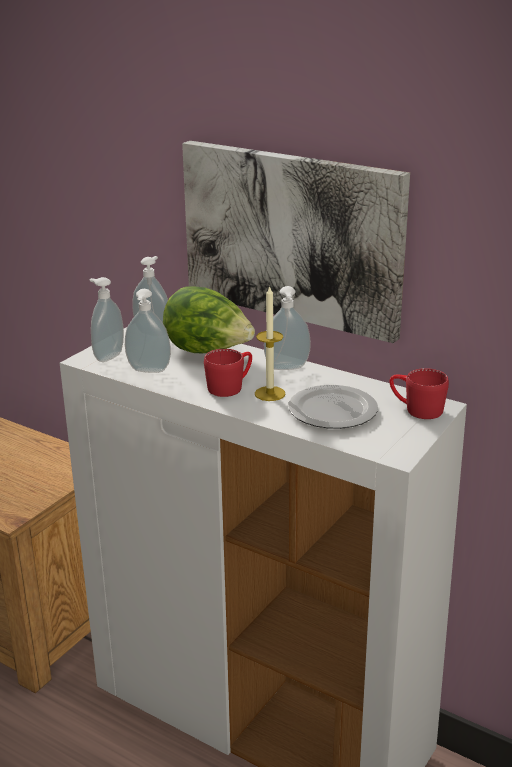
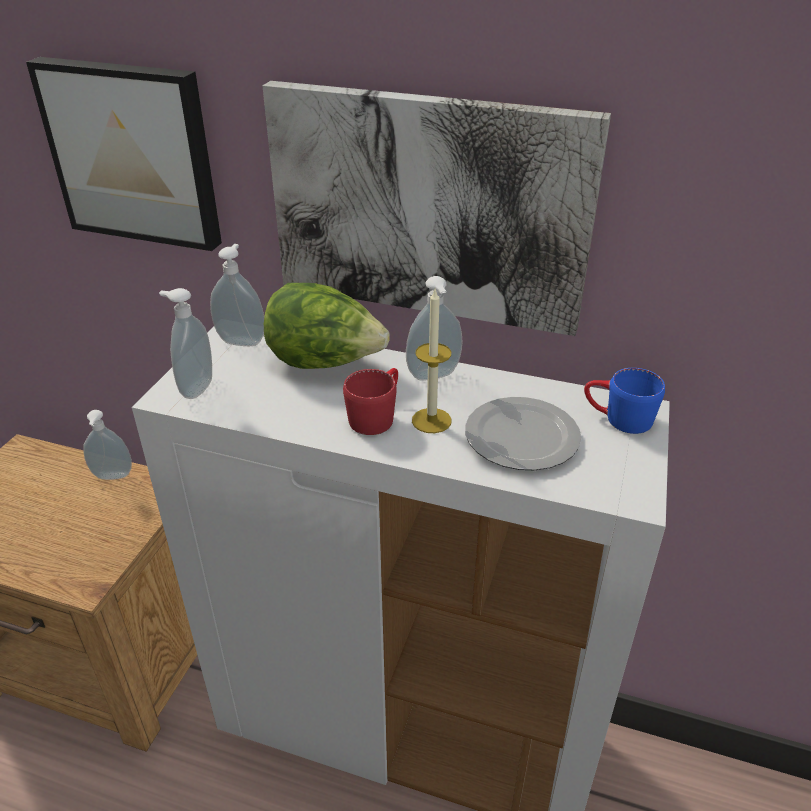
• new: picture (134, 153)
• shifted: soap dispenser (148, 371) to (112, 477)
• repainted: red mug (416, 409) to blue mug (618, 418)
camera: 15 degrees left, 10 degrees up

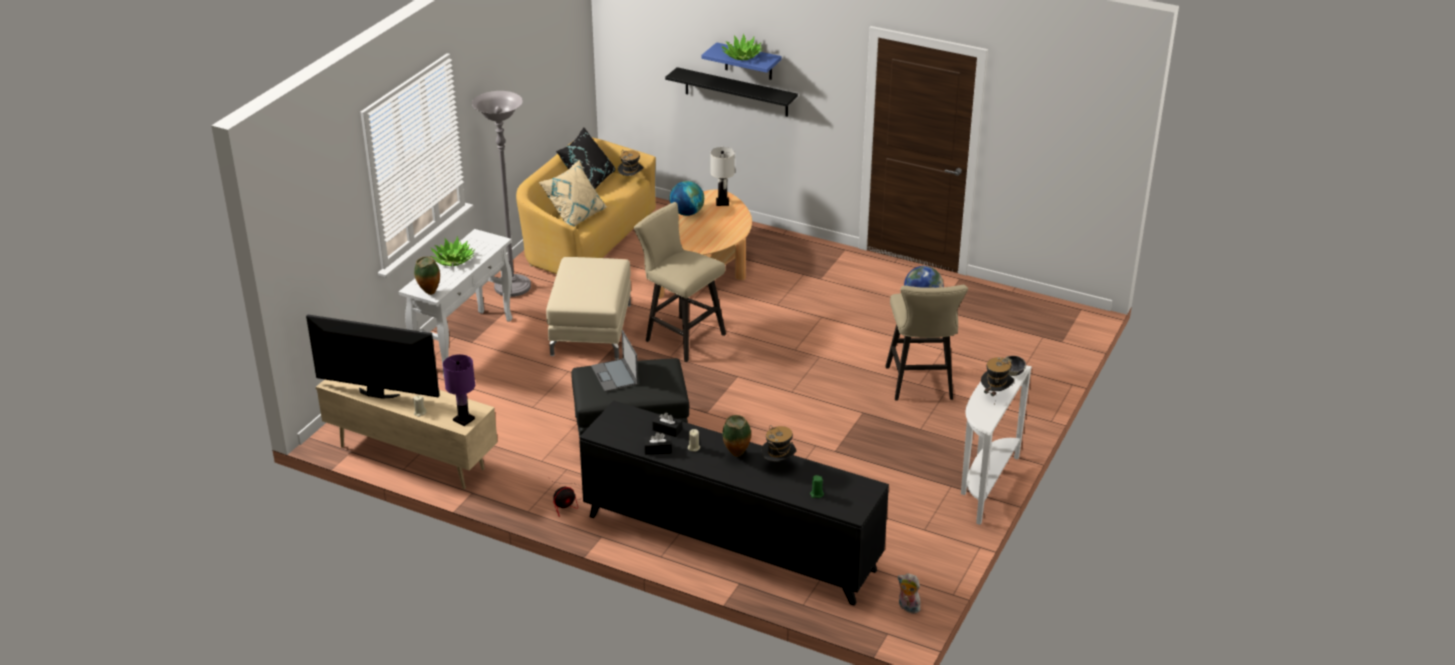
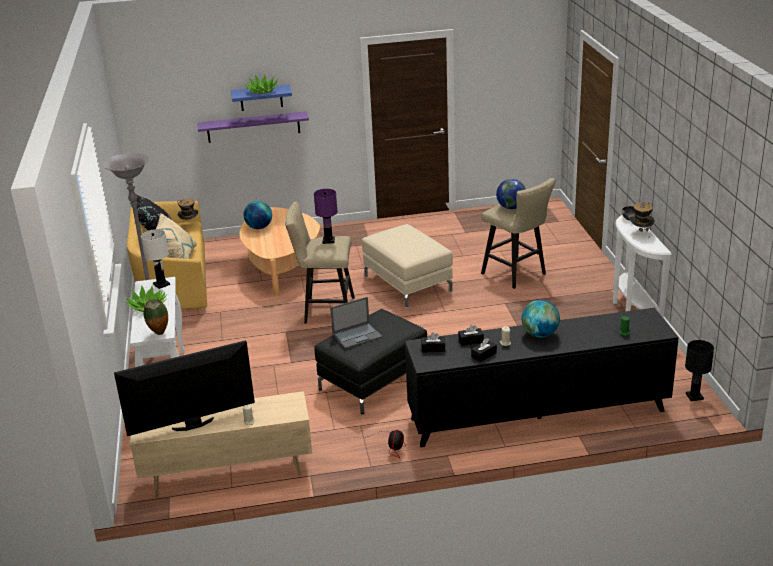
• gone: hat (778, 465)
• new: black tissue box (433, 348)
• shifted: purple table lamp (463, 419) to (328, 240)
• shifted: beige ottoman (592, 330) to (408, 284)
• shifted: white table lamp (722, 202) to (161, 284)
• swapped: vase (737, 455) to globe (540, 334)
• swapped: plush toy (907, 608) to black table lamp (694, 396)
• repainted: black shelf (736, 92) to purple shelf (253, 127)
• rotated: laptop (615, 376) = (357, 335) 60 degrees counterclockwise
camera: 35 degrees left, 5 degrees down

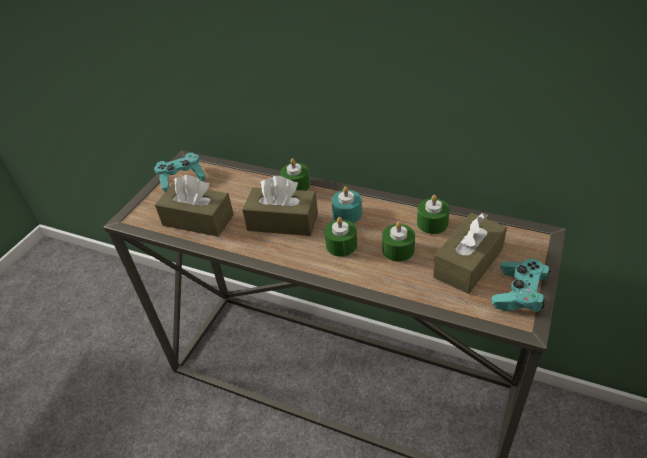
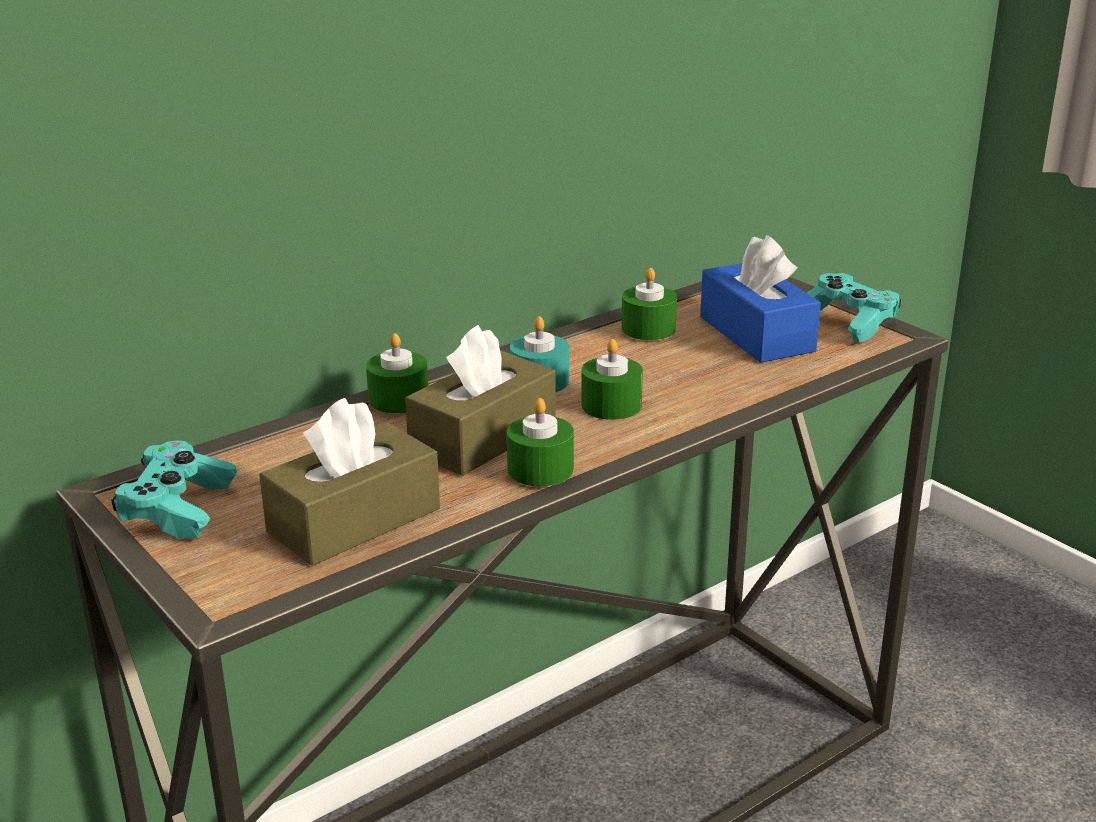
• shifted: green candle (398, 250) to (540, 469)
• repainted: brown tissue box (468, 263) to blue tissue box (756, 334)
camera: 65 degrees left, 15 degrees down

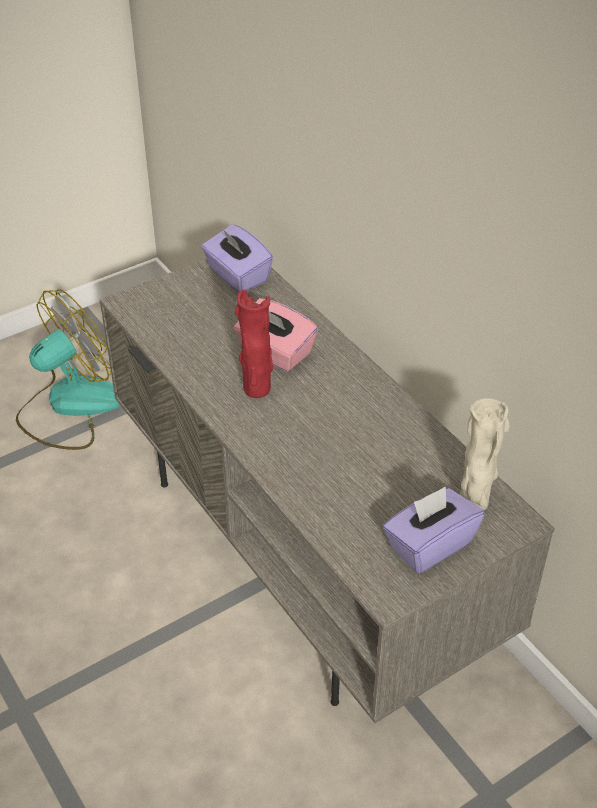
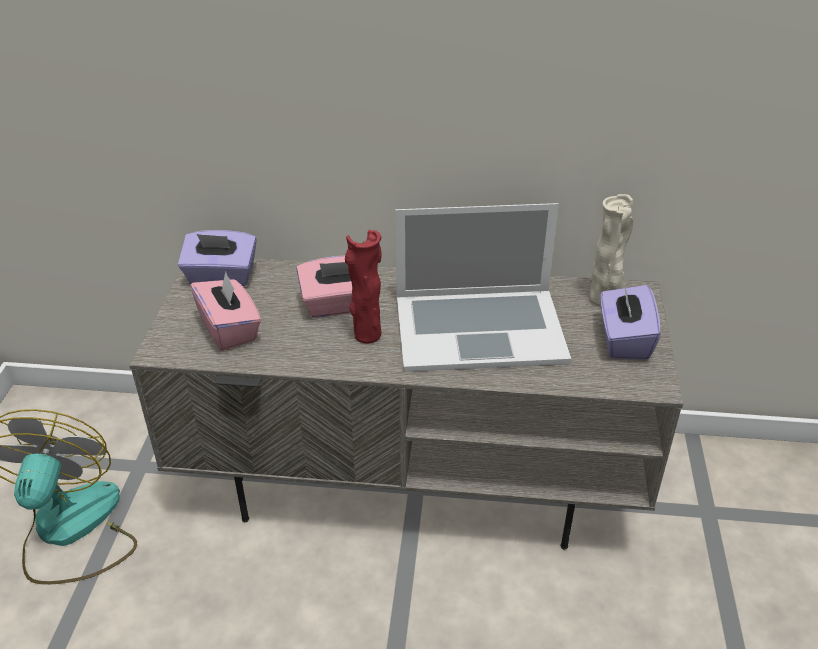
• new: pink tissue box (230, 329)
• new: laptop (479, 328)
camera: 50 degrees left, 5 degrees down

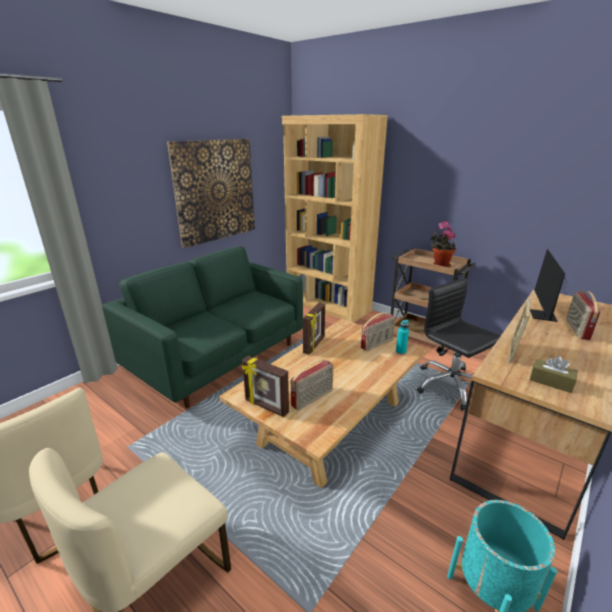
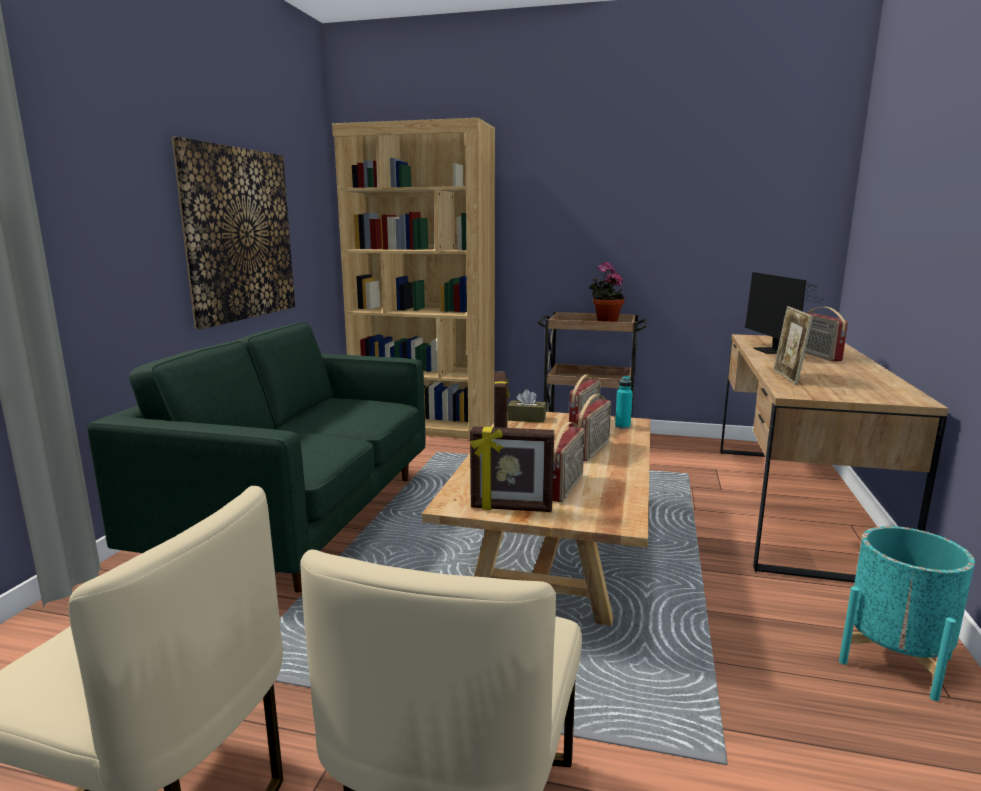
• gone: black office chair (450, 386)
• new: radio (593, 451)
• shifted: brown tissue box (551, 381) to (526, 418)
camera: 25 degrees left, 10 degrees down

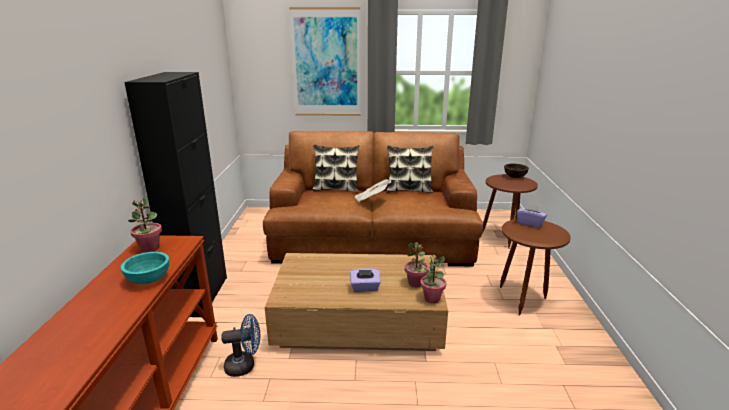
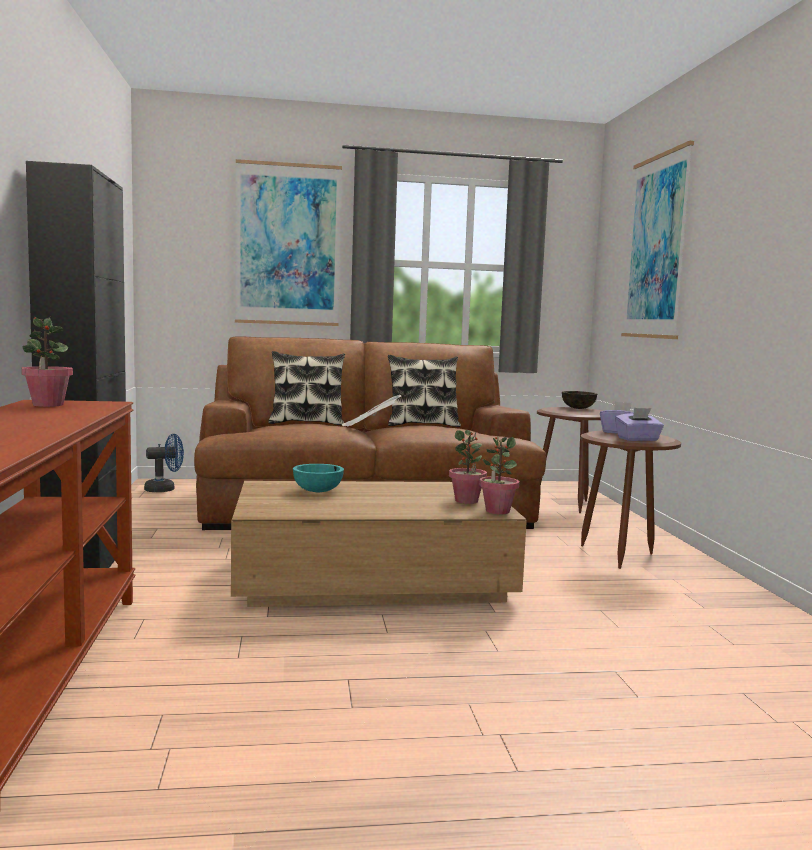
• new: picture (656, 247)
• shifted: turquoise bowl (148, 279) to (317, 491)
• shifted: blue fan (245, 365) to (165, 489)
• shifted: purple tissue box (365, 288) to (638, 439)
camera: 10 degrees left, 15 degrees down

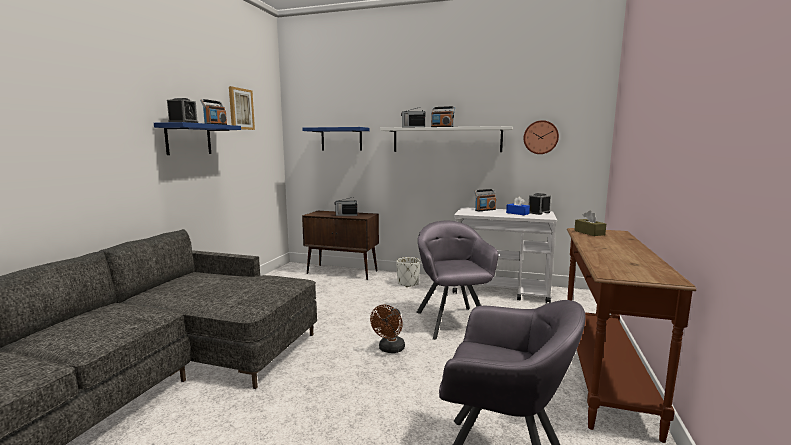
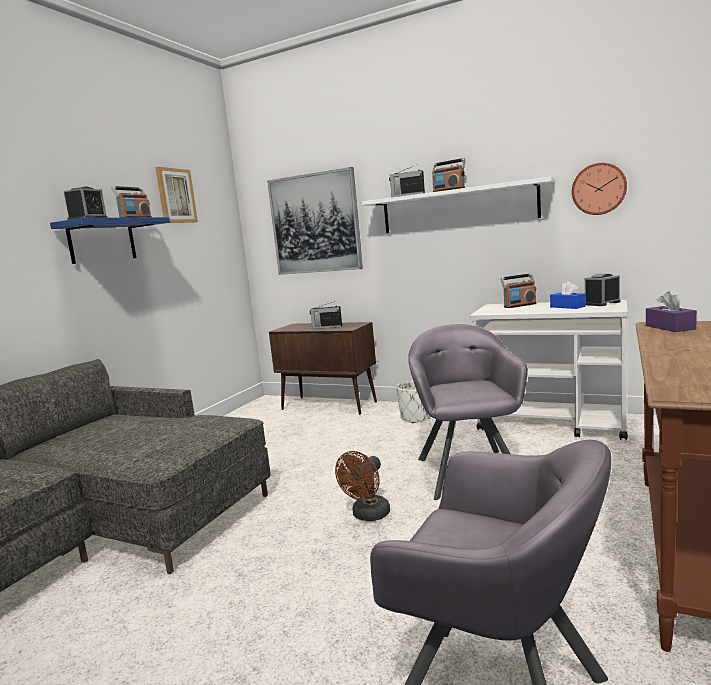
• swapped: blue shelf (341, 139) to picture (315, 223)
• repainted: brown tissue box (589, 233) to purple tissue box (670, 327)
camera: 10 degrees right, 0 degrees up

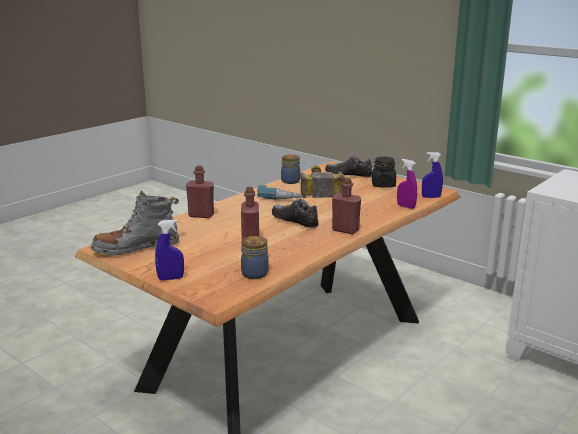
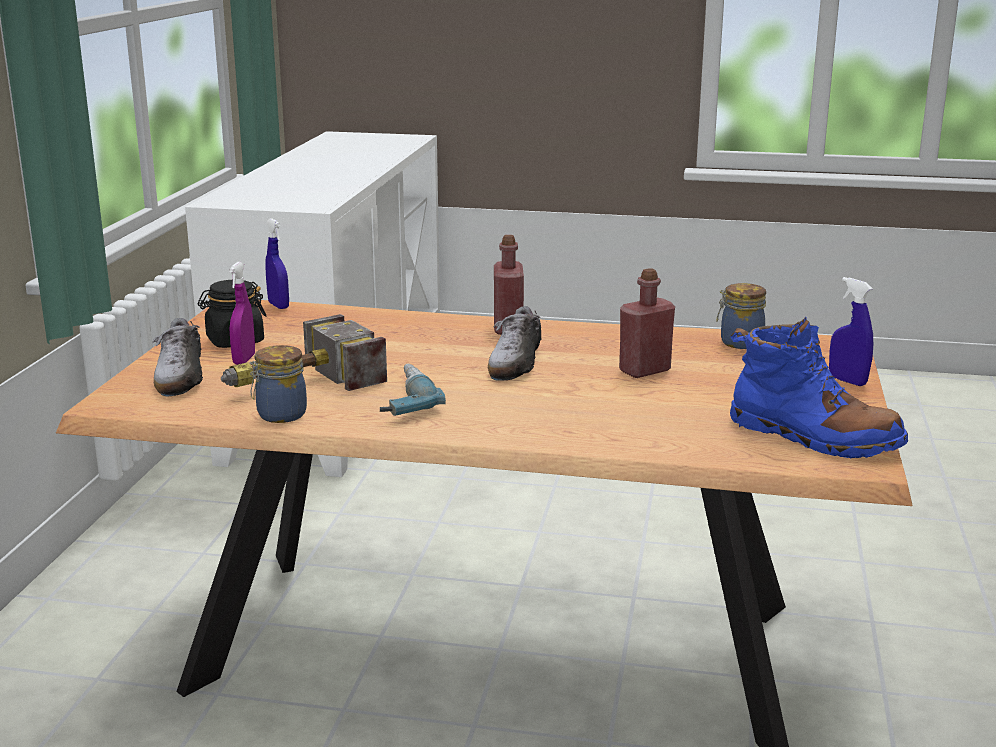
• gone: red bottle (201, 215)
• shifted: purple spray bottle (406, 206) to (244, 360)
• repainted: grey boot (136, 248) to blue boot (813, 437)
camera: 120 degrees left, 0 degrees up

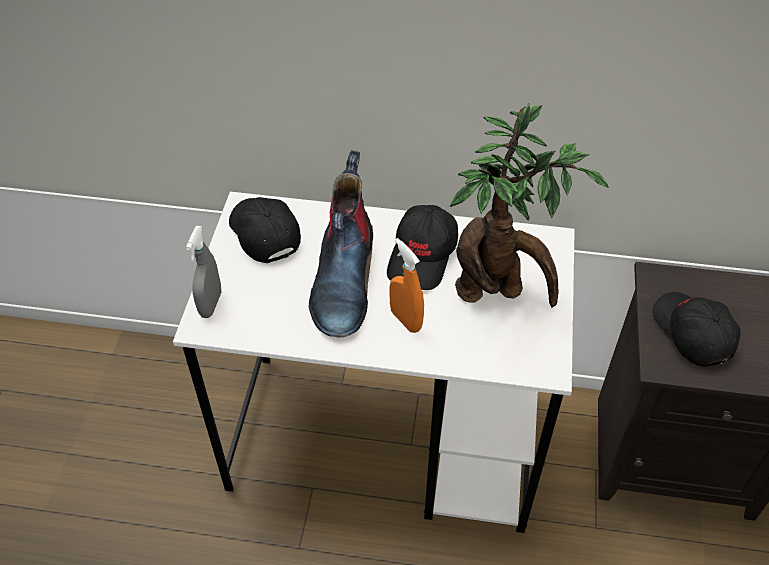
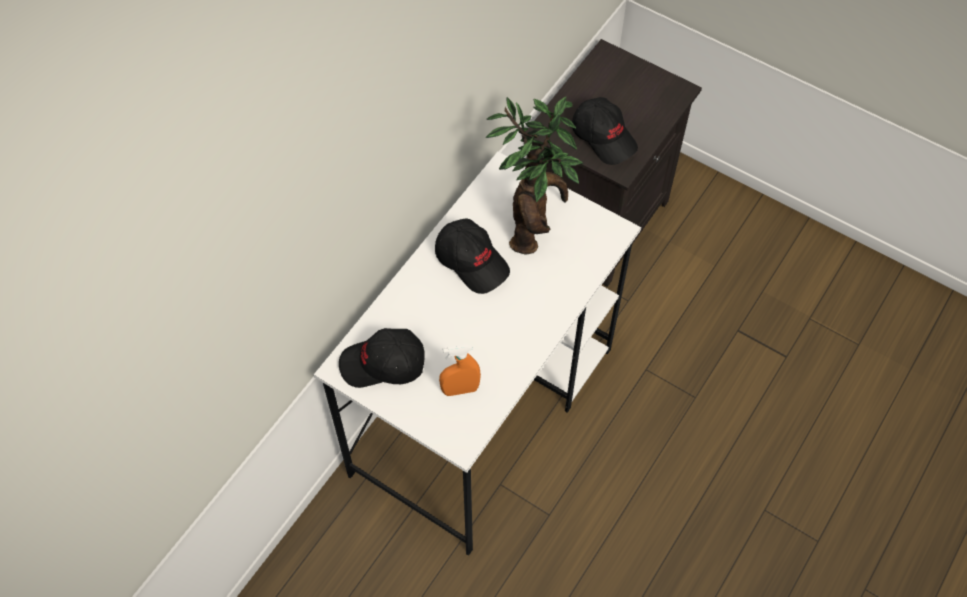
• gone: grey spray bottle (210, 304)
• gone: boot (343, 279)
• shifted: orange spray bottle (405, 320) to (460, 389)
• rotated: black cap (691, 333) = (604, 137) 135 degrees counterclockwise
camera: 65 degrees left, 10 degrees up

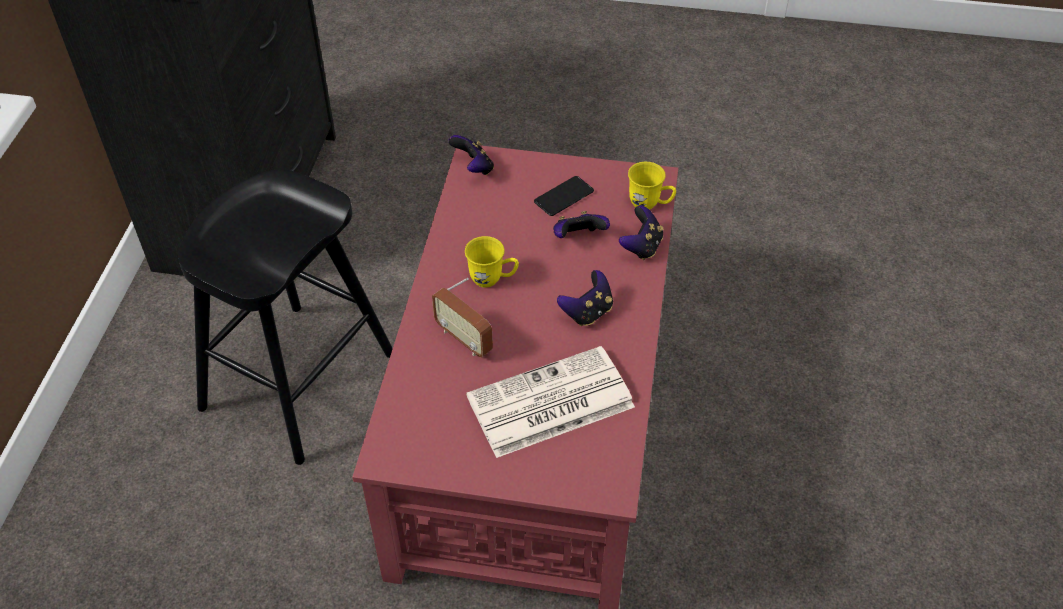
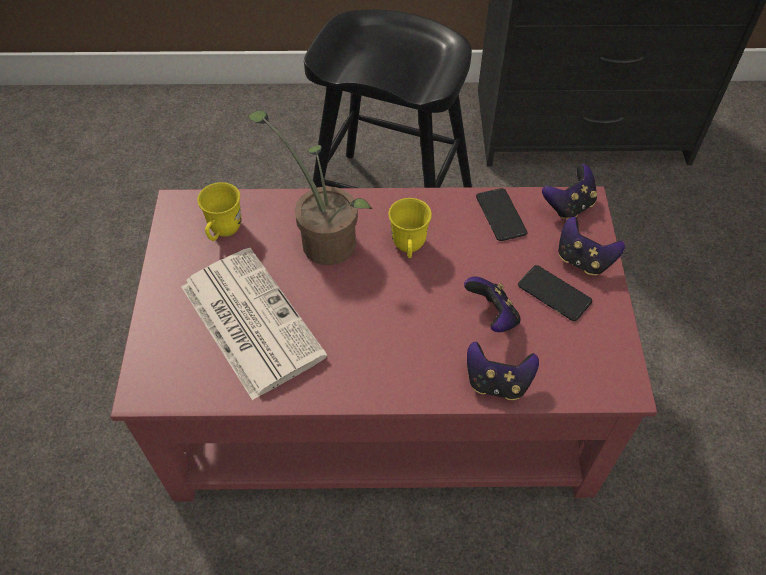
• new: phone (501, 215)
• shifted: game controller (587, 312) to (583, 260)
• shifted: yellow mug (650, 204) to (223, 232)
• swapped: radio (464, 339) to potted plant (323, 238)
camera: 80 degrees right, 5 degrees up

